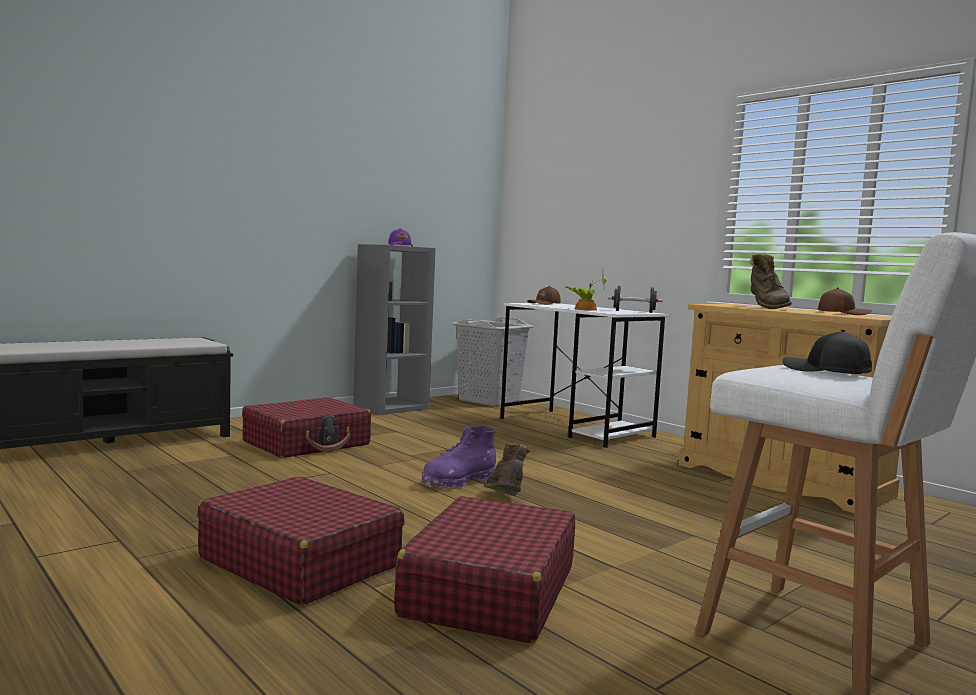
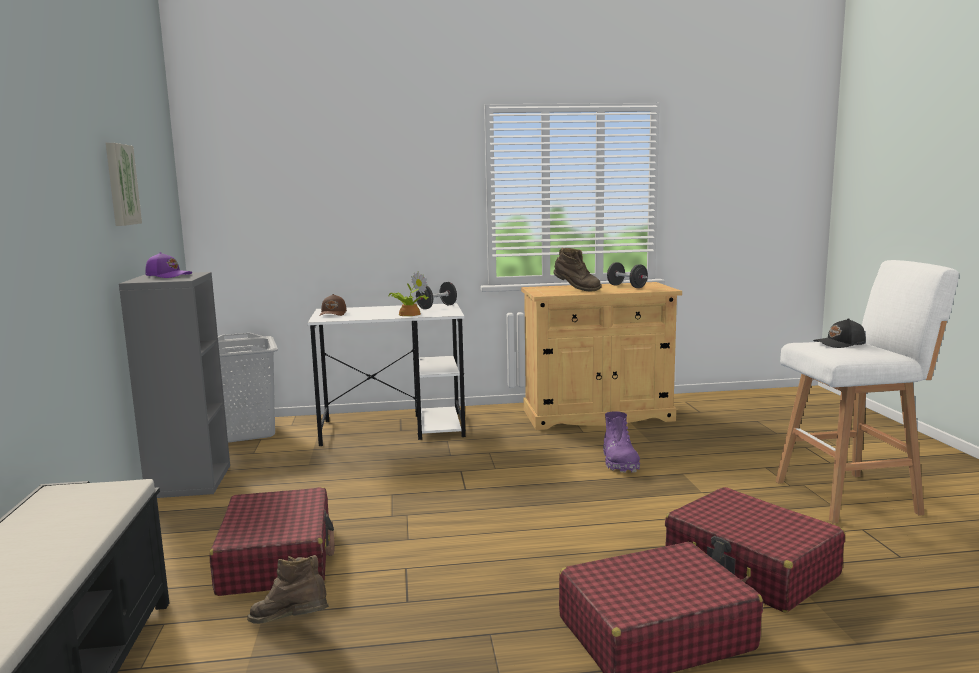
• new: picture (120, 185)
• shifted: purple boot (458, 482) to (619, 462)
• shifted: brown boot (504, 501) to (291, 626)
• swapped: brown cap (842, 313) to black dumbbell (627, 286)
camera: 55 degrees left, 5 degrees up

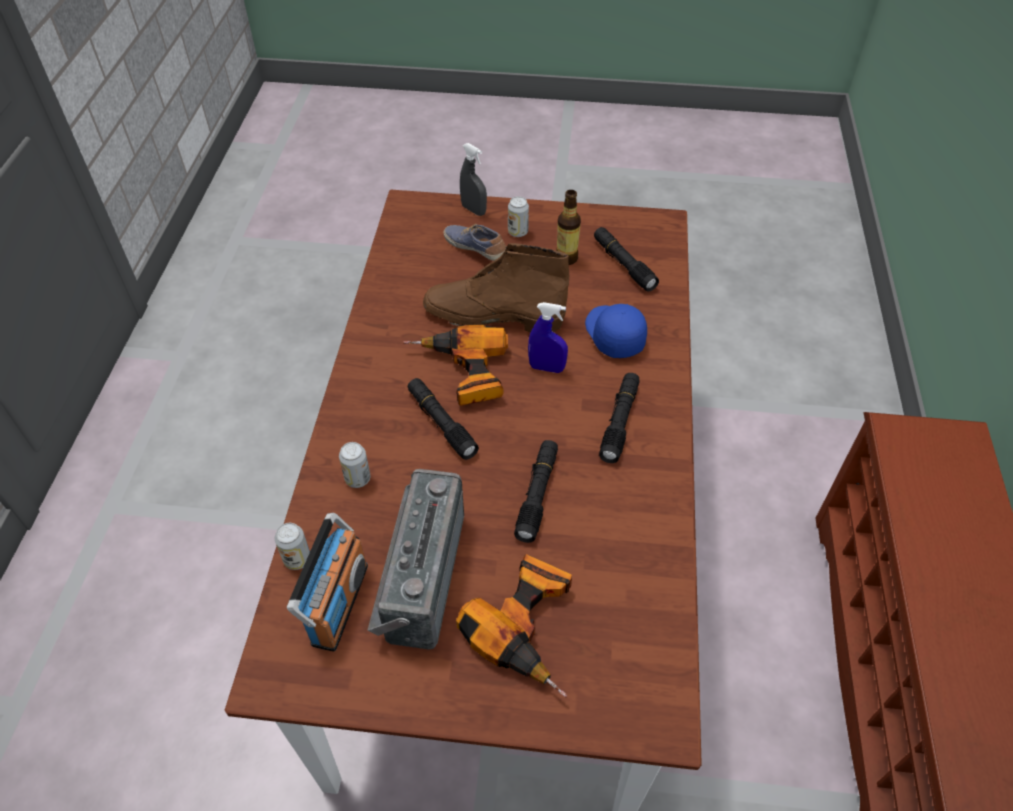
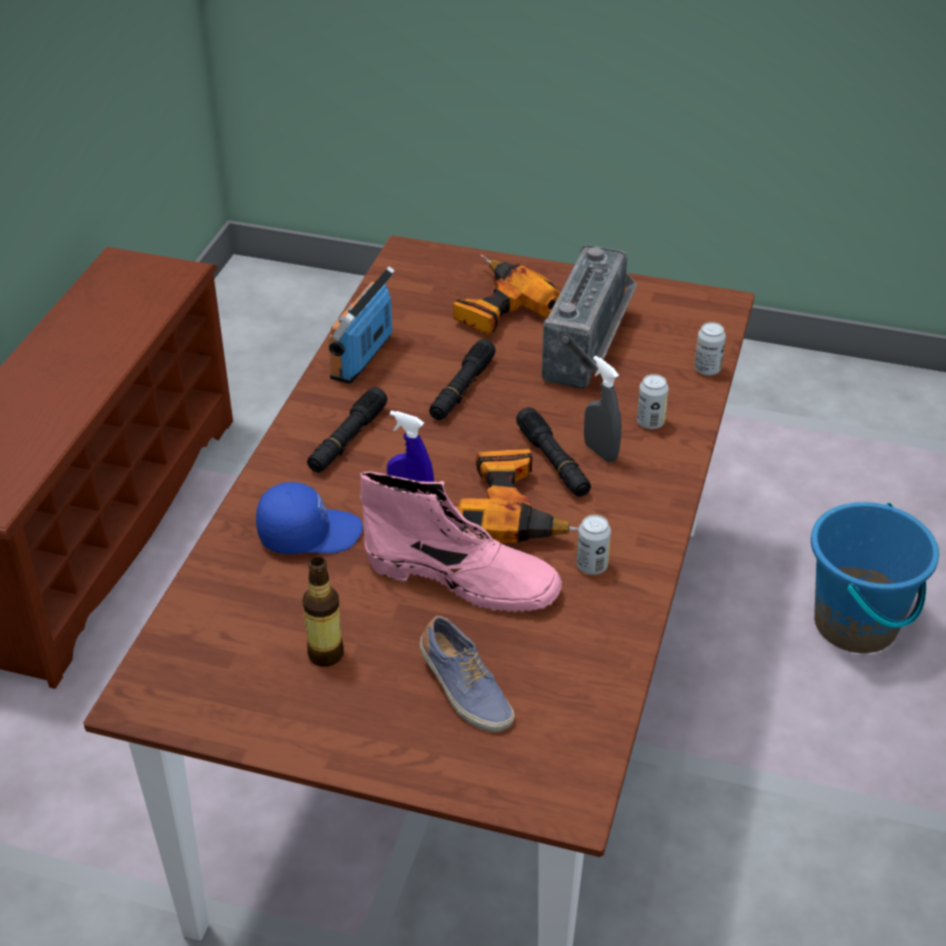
• gone: black flashlight (623, 264)
• new: blue bucket (856, 624)
• shifted: radio (338, 604) to (362, 357)
• shifted: grey spray bottle (473, 210) to (600, 452)
• shifted: can (518, 232) to (592, 566)
• repainted: brown boot (492, 315) to pink boot (464, 579)
• rotated: blue cap (613, 335) = (309, 533) 90 degrees counterclockwise
camera: 170 degrees left, 10 degrees down

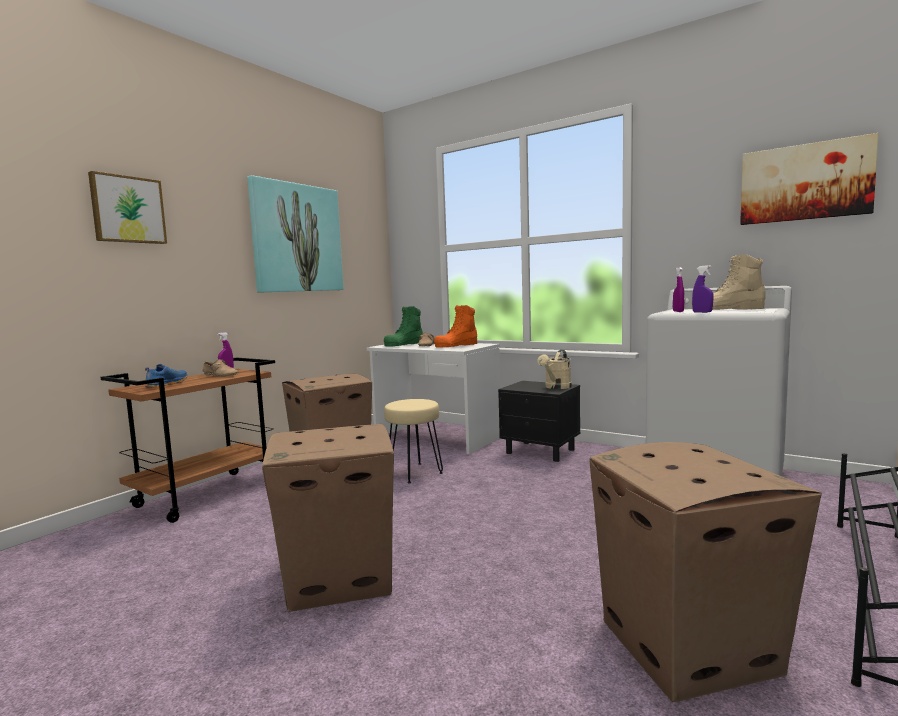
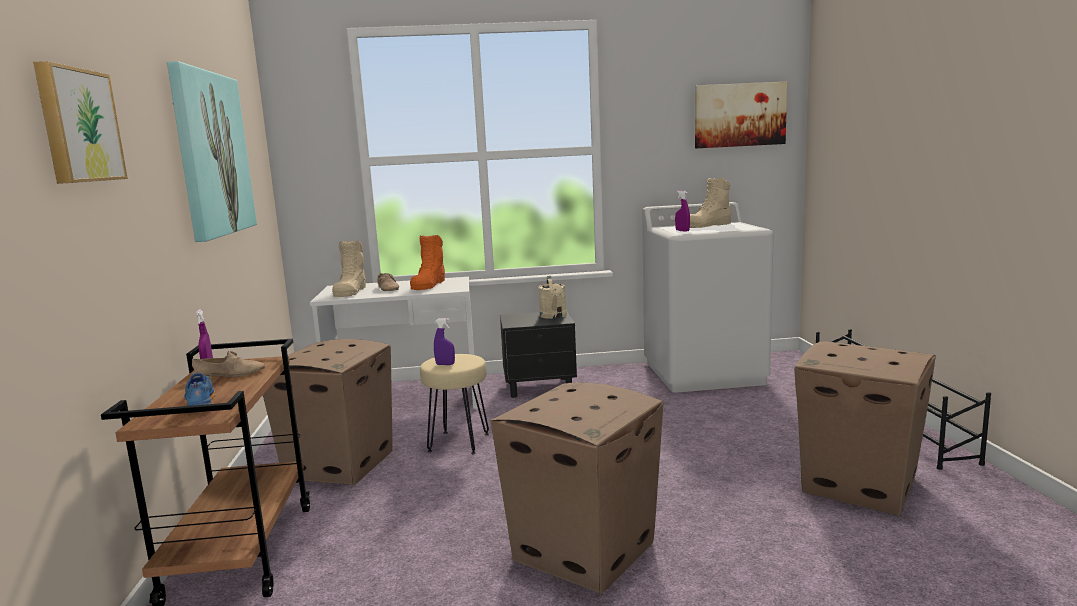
• shifted: purple spray bottle (702, 312) to (445, 364)
• repainted: green boot (404, 344) to beige boot (350, 291)
camera: 40 degrees left, 5 degrees up

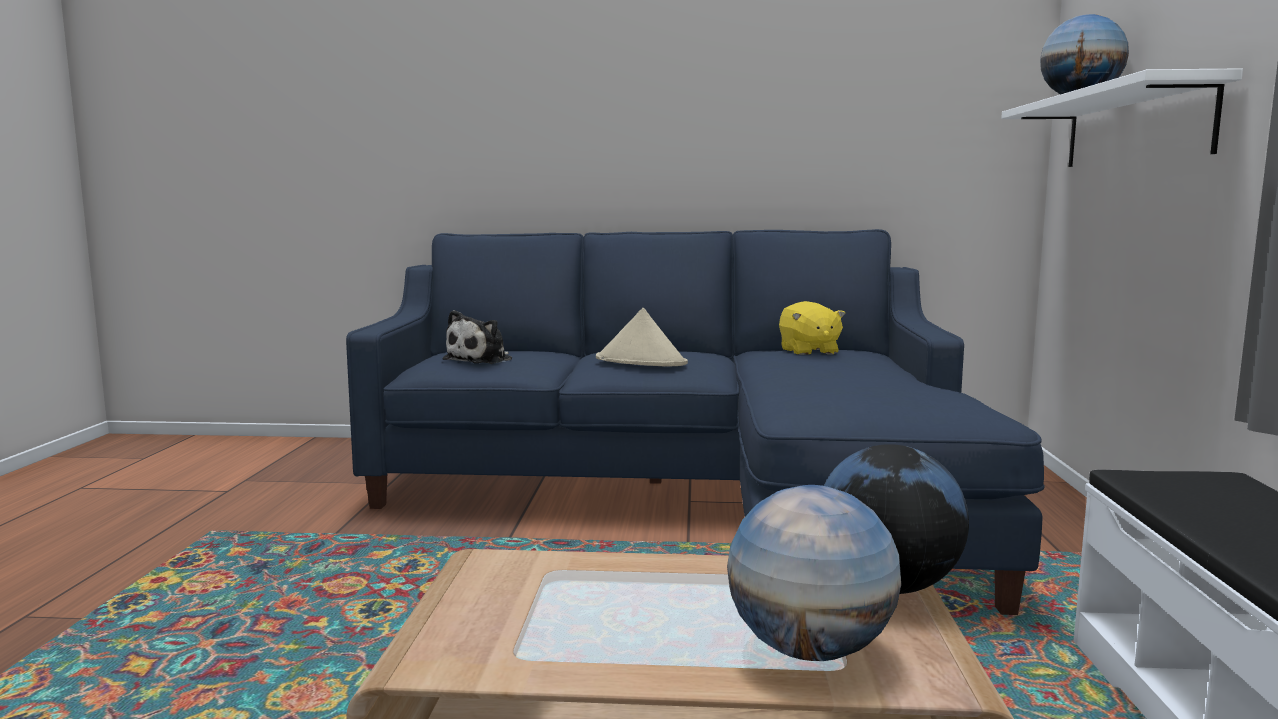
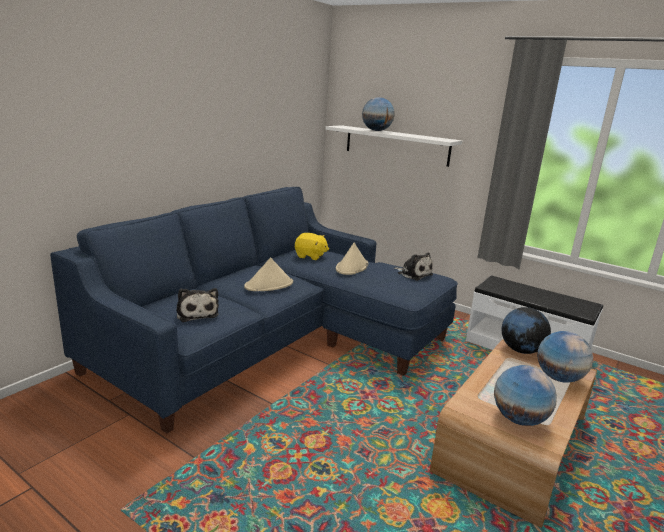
• new: beige hat (352, 267)
• new: plush toy (413, 274)
• new: globe (518, 419)
camera: 60 degrees left, 10 degrees up

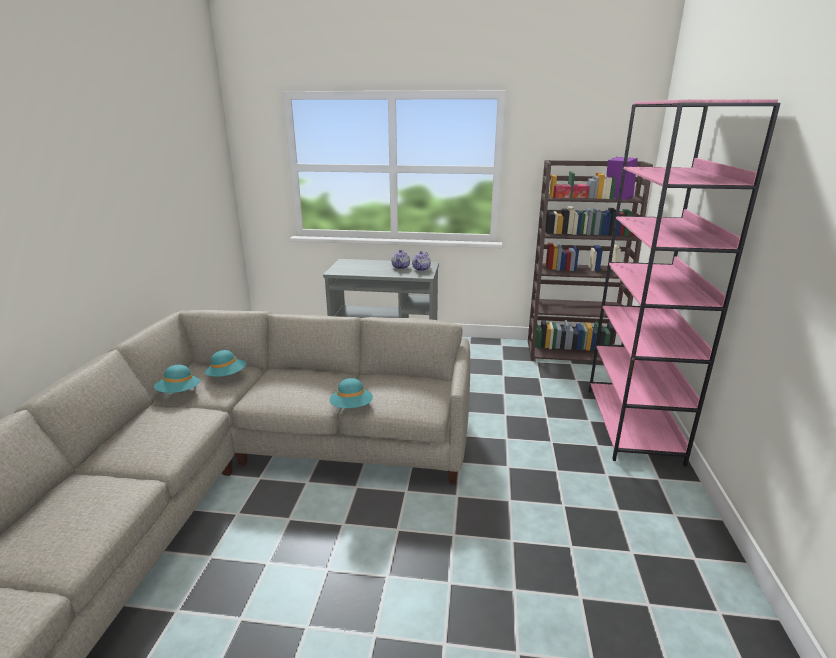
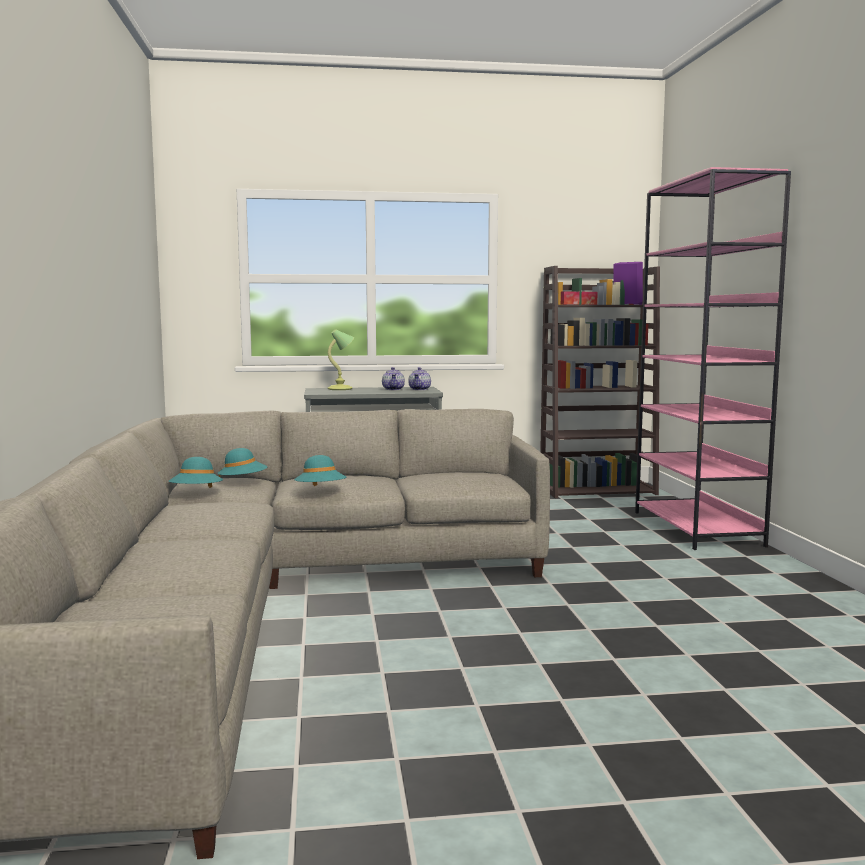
• new: table lamp (341, 389)
• shifted: turquoise hat (351, 407) to (320, 491)
camera: 15 degrees left, 15 degrees down

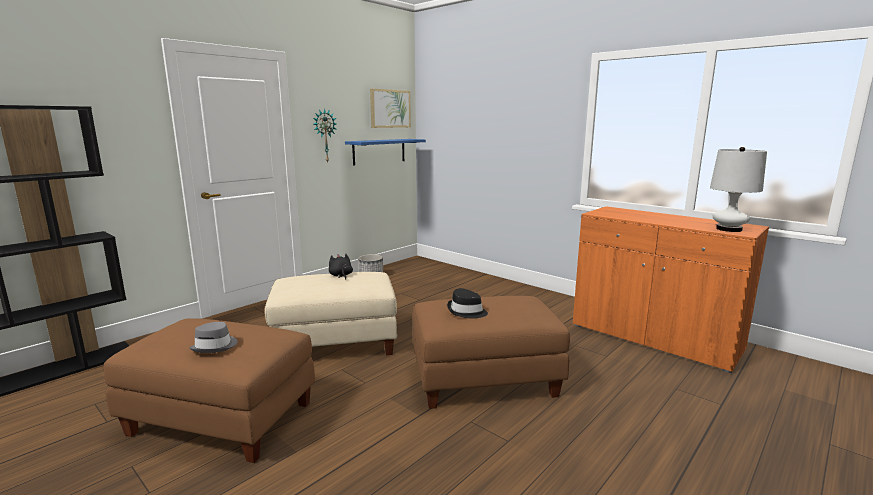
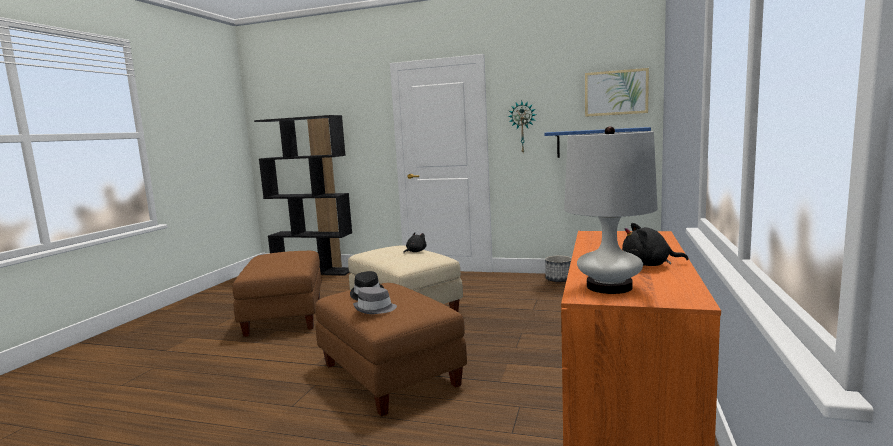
• new: black plush toy (649, 264)
• shifted: grey hat (215, 346) to (375, 309)
camera: 65 degrees right, 5 degrees down

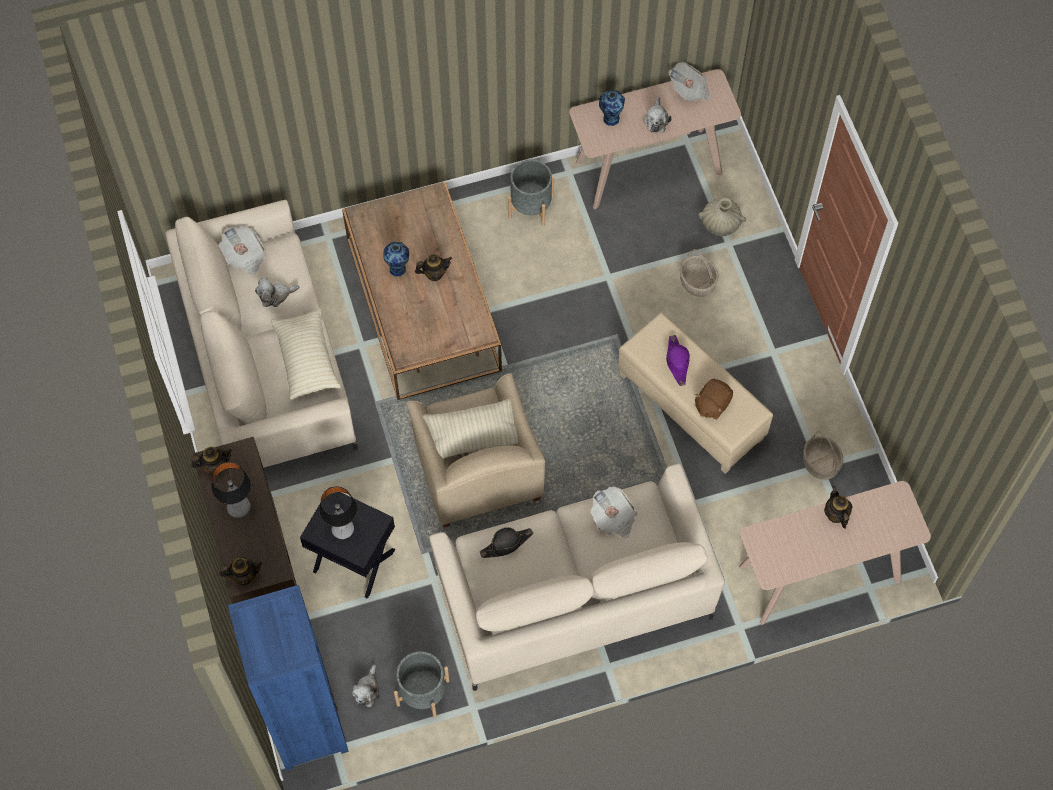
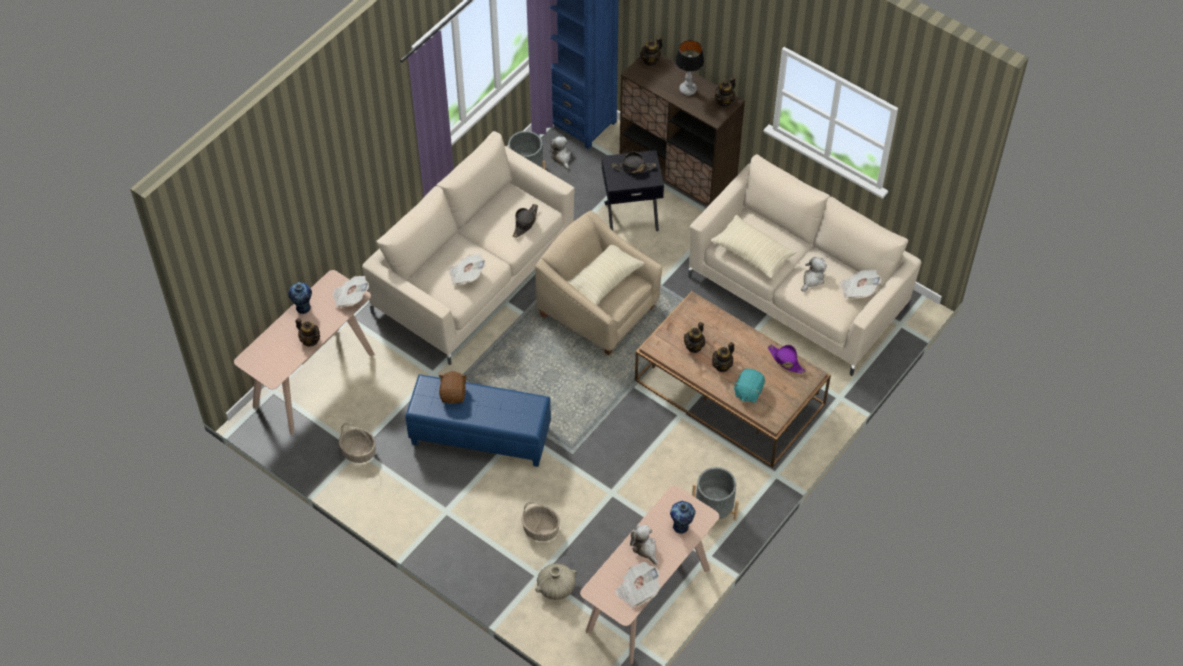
• new: newspaper (350, 297)
• new: teapot (694, 346)
• new: turquoise plush toy (748, 391)
• shifted: vase (398, 268) to (303, 308)
• shifted: purple hat (677, 362) to (785, 361)
• swapped: table lamp (342, 529) to black hat (633, 167)
• repainted: beige ottoman (691, 407) to blue ottoman (479, 436)
camera: 145 degrees right, 10 degrees down

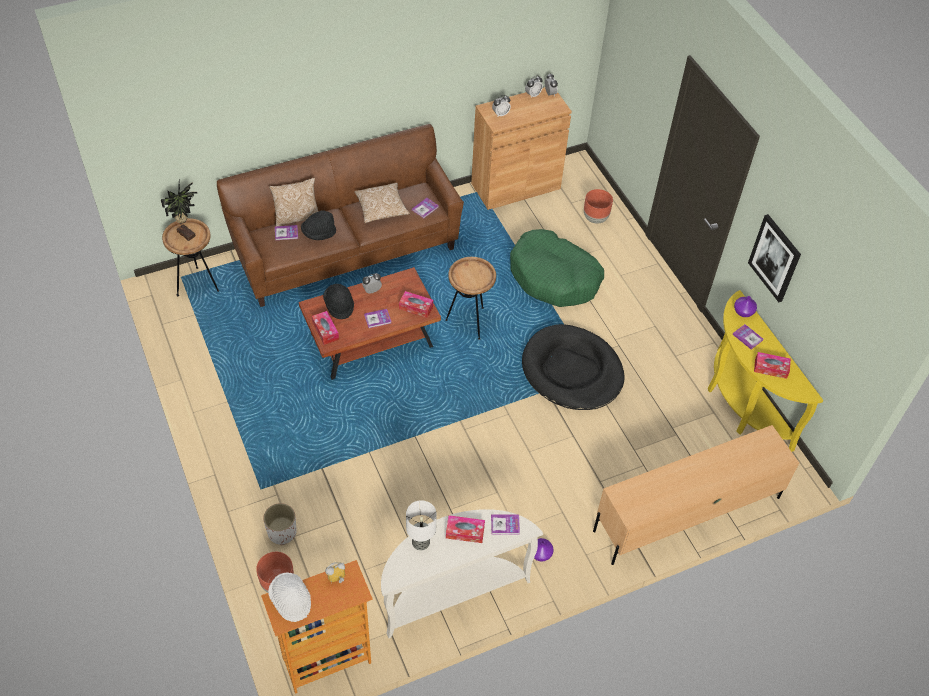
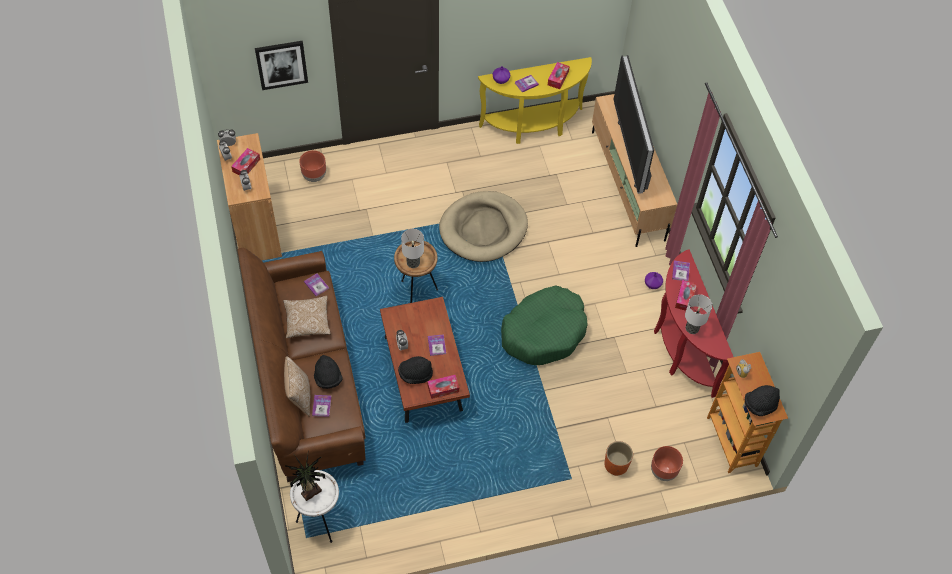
• new: table lamp (413, 262)
• new: television (633, 153)
• shifted: tissue box (416, 307) to (246, 165)
• shifted: green dog bed (554, 277) to (543, 332)
• shifted: picture (775, 258) to (281, 64)
• repainted: brown side table (197, 285) to white side table (320, 522)
• repainted: white planter (282, 532) to orange planter (616, 465)
• repainted: white hat (291, 601) to black hat (760, 405)
• repainted: white console table (452, 591) to red console table (680, 348)
• repainted: black dog bed (572, 371) to beige dog bed (483, 229)
camera: 80 degrees left, 5 degrees up

